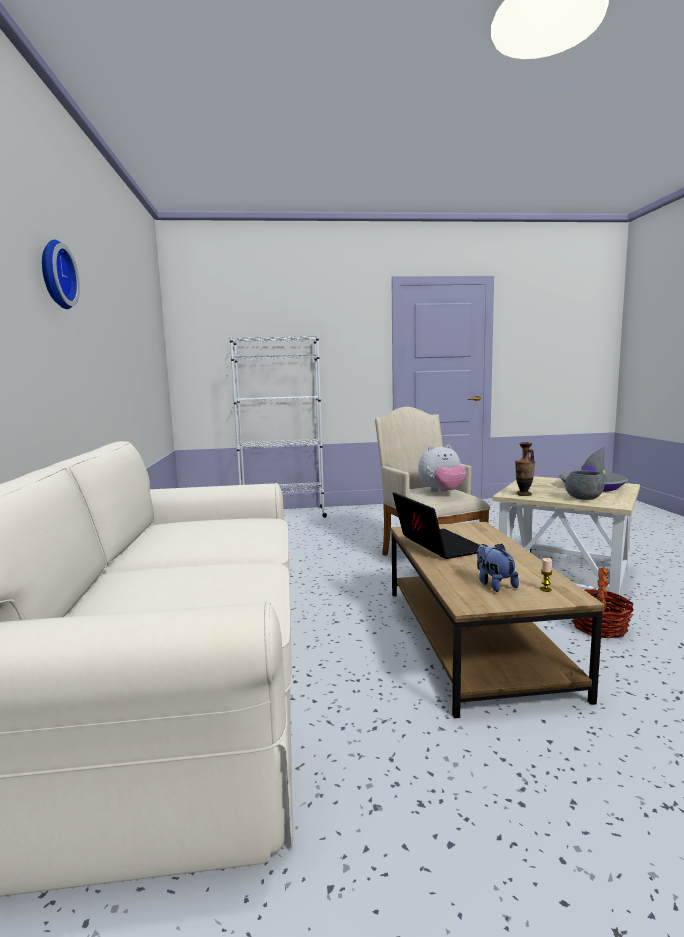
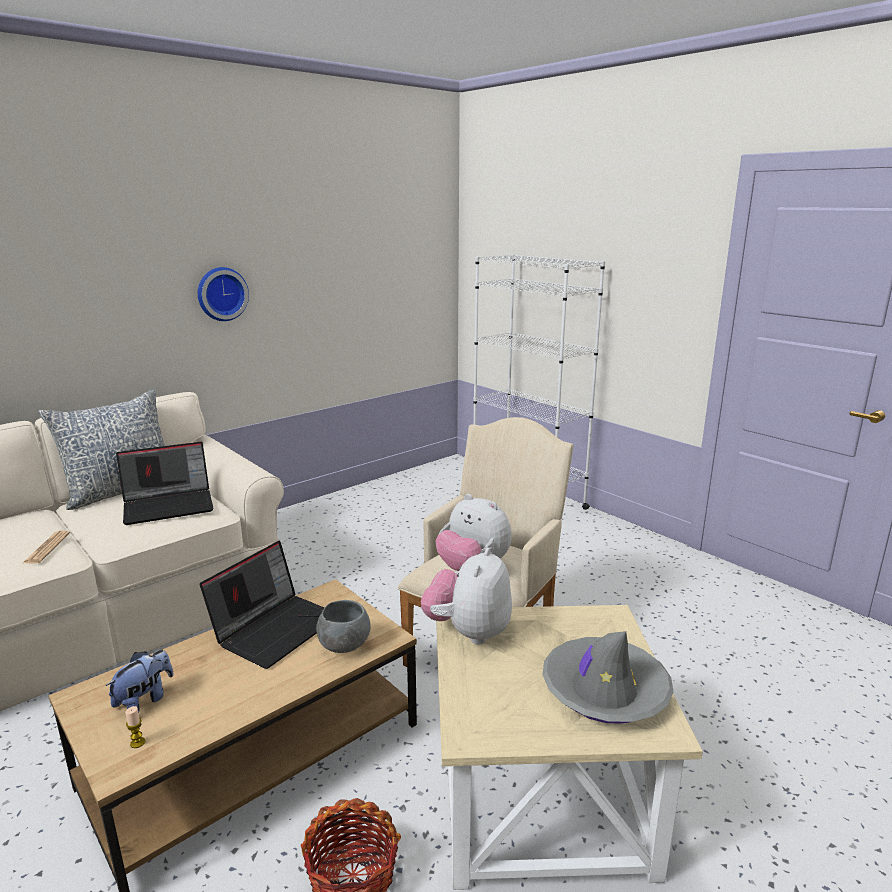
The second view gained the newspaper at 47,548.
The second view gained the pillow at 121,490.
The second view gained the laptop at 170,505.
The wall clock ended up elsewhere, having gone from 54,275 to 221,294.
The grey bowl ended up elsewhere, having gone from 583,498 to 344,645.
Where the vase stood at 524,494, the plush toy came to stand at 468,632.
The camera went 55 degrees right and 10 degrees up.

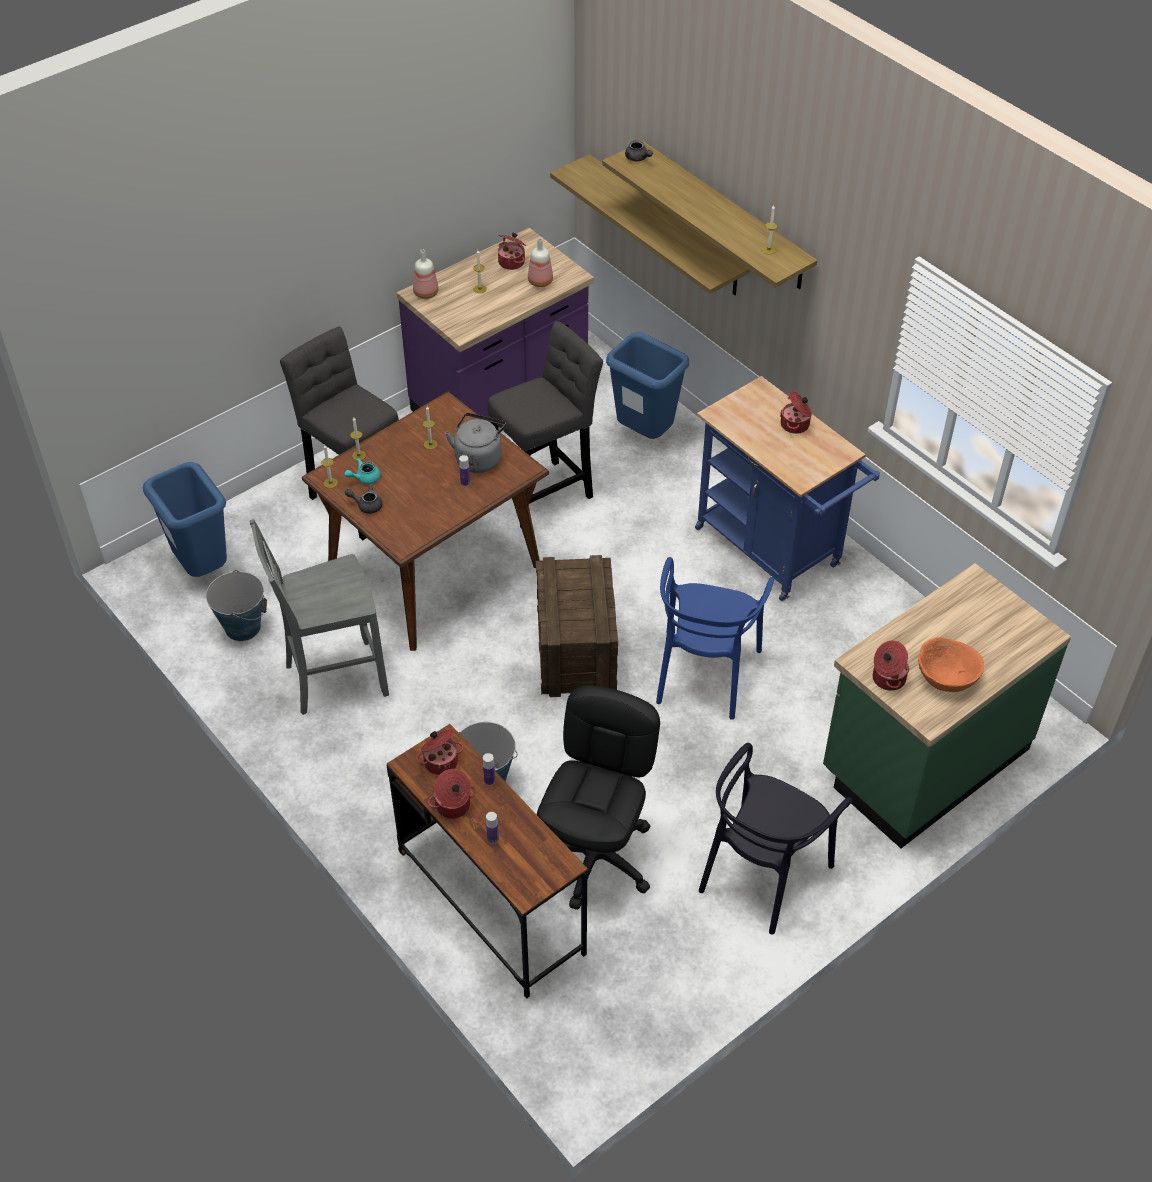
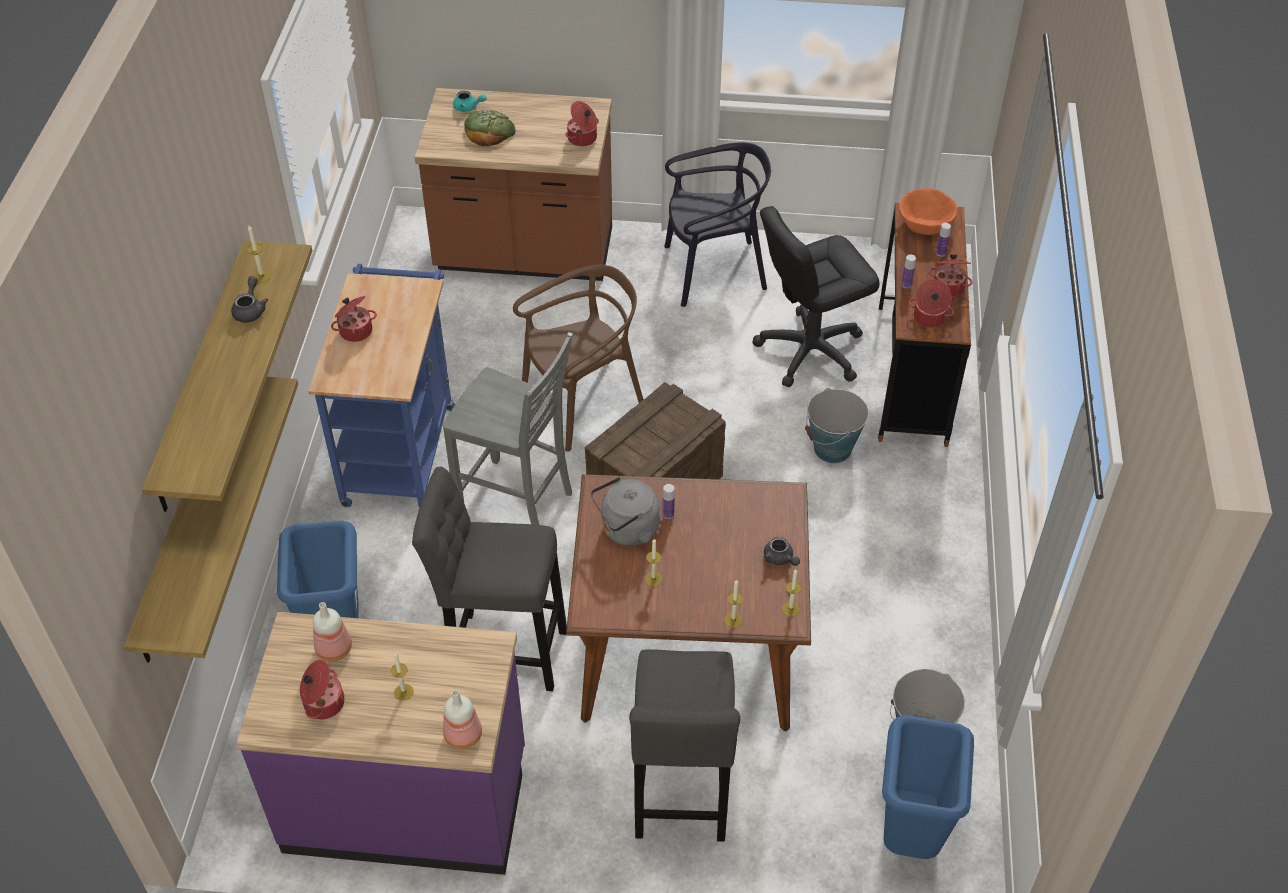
The second view gained the bread at 489,131.
The grey chair ended up elsewhere, having gone from 333,678 to 517,504.
The turquoise teapot ended up elsewhere, having gone from 364,478 to 468,108.
The grey teapot ended up elsewhere, having gone from 638,158 to 251,310.
The orange bowl ended up elsewhere, having gone from 946,677 to 925,225.
What was the blue chair at 705,673 turned into the brown chair at 583,403.
What was the green counter at 923,760 turned into the brown counter at 524,254.
The camera went 135 degrees left and 0 degrees up.

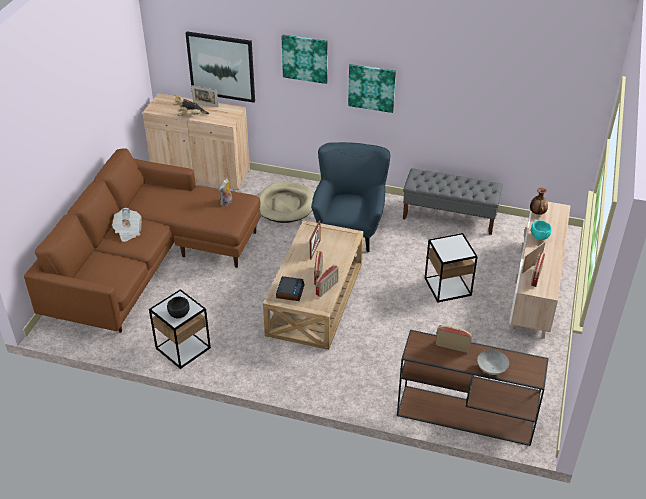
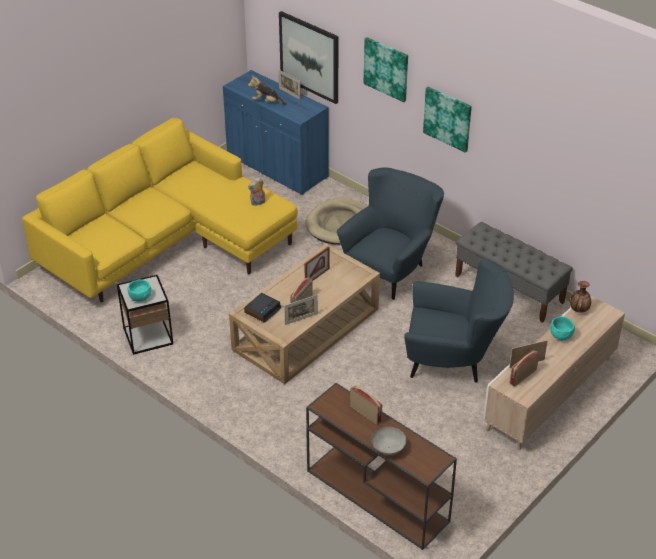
The second view lost the newspaper at 128,231.
Where the radio stood at 327,288, the picture frame came to stand at 301,319.
Where the side table stood at 448,287, the blue armchair came to stand at 452,362.
What was the brown sofa at 147,264 turned into the yellow sofa at 166,244.
What was the beige cabinet at 201,173 turned into the blue cabinet at 277,167.
What was the black bowl at 179,314 turned into the turquoise bowl at 140,298.
The camera went 25 degrees right and 0 degrees up.

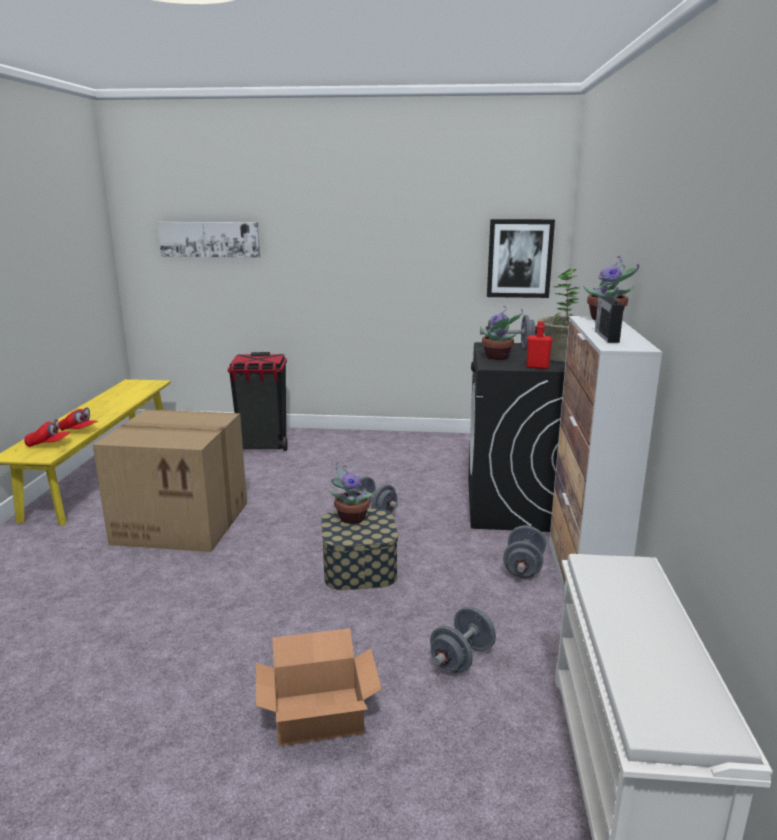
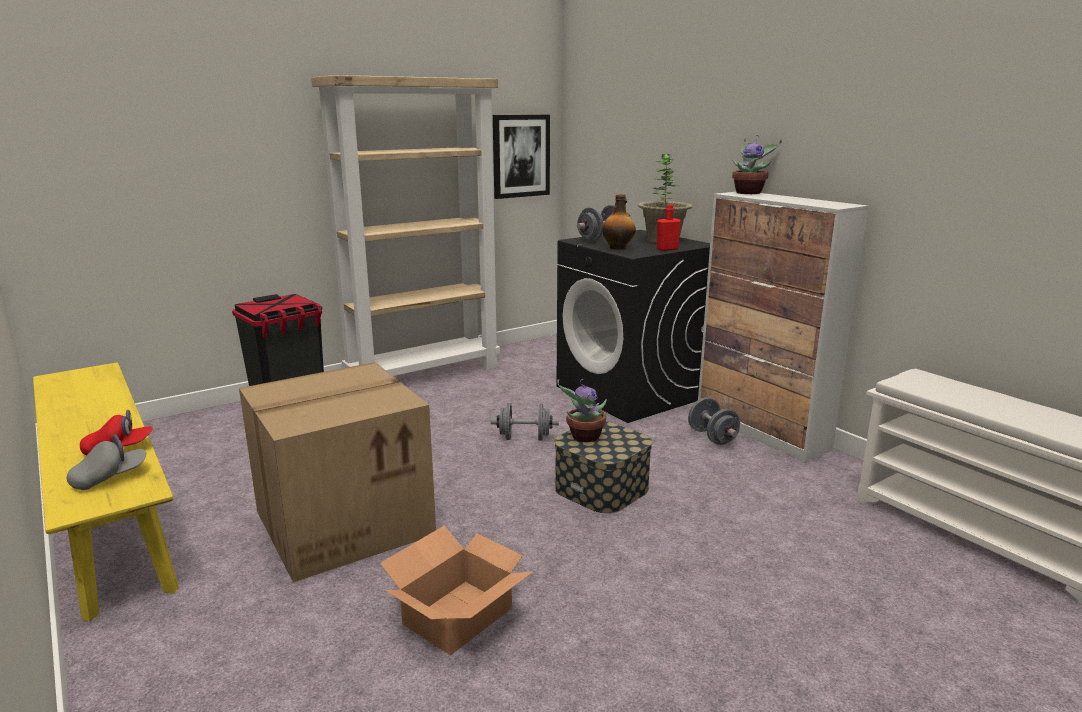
The second view lost the picture at 209,239.
The second view lost the grey dumbbell at 462,658.
The second view lost the radio at 606,336.
The second view gained the beige bookcase at 424,374.
The cardboard box ended up elsewhere, having gone from 317,714 to 456,616.
Where the potted plant stood at 498,357, the bottle came to stand at 618,248.
What was the red cap at 48,444 turned into the grey cap at 110,478.
The camera went 40 degrees left and 0 degrees up.

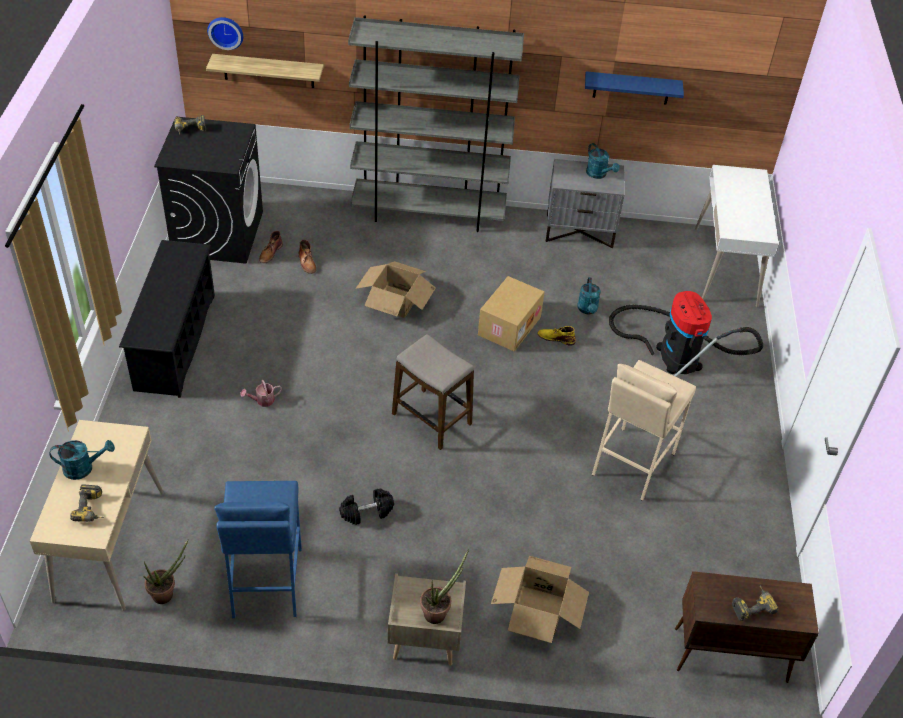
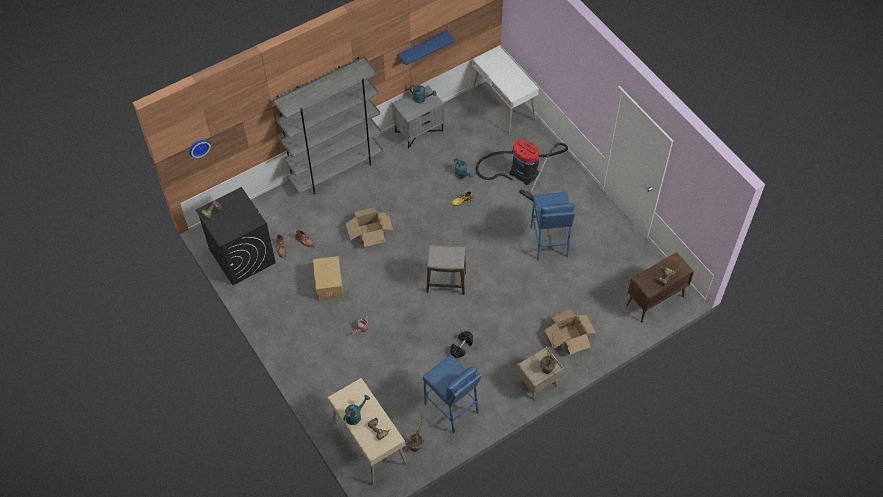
The second view lost the black shoe rack at 175,342.
The second view lost the shelf at 268,71.
The cardboard box ended up elsewhere, having gone from 508,325 to 328,284.
What was the beige stool at 632,463 turned into the blue stool at 549,242.
The camera went 35 degrees left and 10 degrees up.

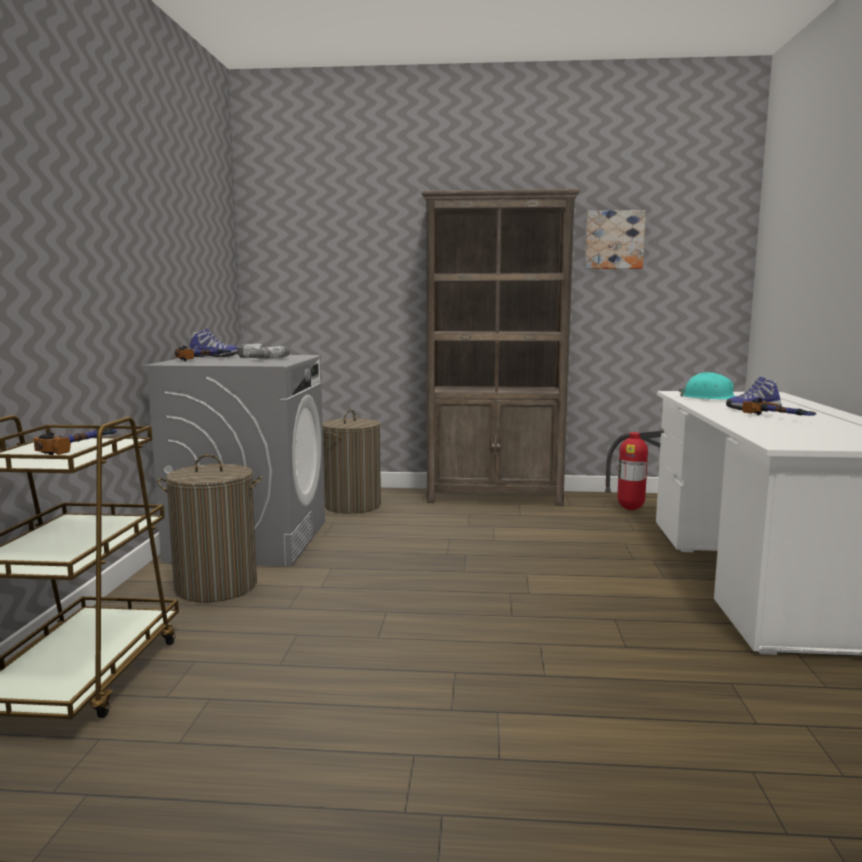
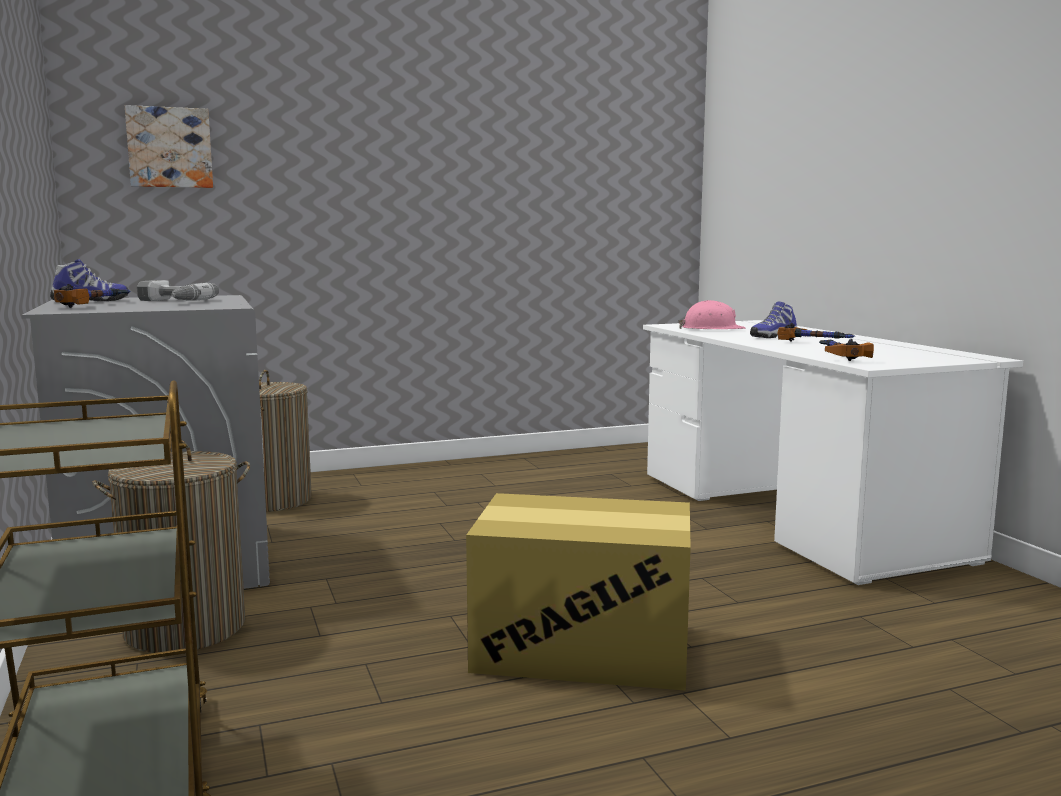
The second view lost the brown bookcase at 495,497.
The second view lost the fire extinguisher at 631,509.
The second view gained the cardboard box at 581,648.
The hammer ended up elsewhere, having gone from 79,449 to 837,356.
The picture ended up elsewhere, having gone from 614,240 to 170,148.
What was the turquoise hard hat at 710,398 turned into the pink hard hat at 712,329.
The camera went 25 degrees left and 0 degrees up.

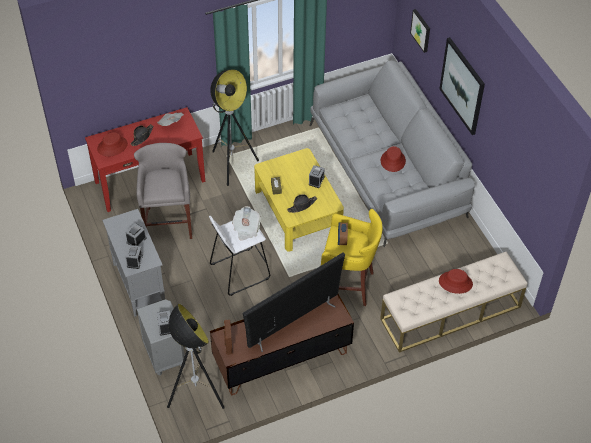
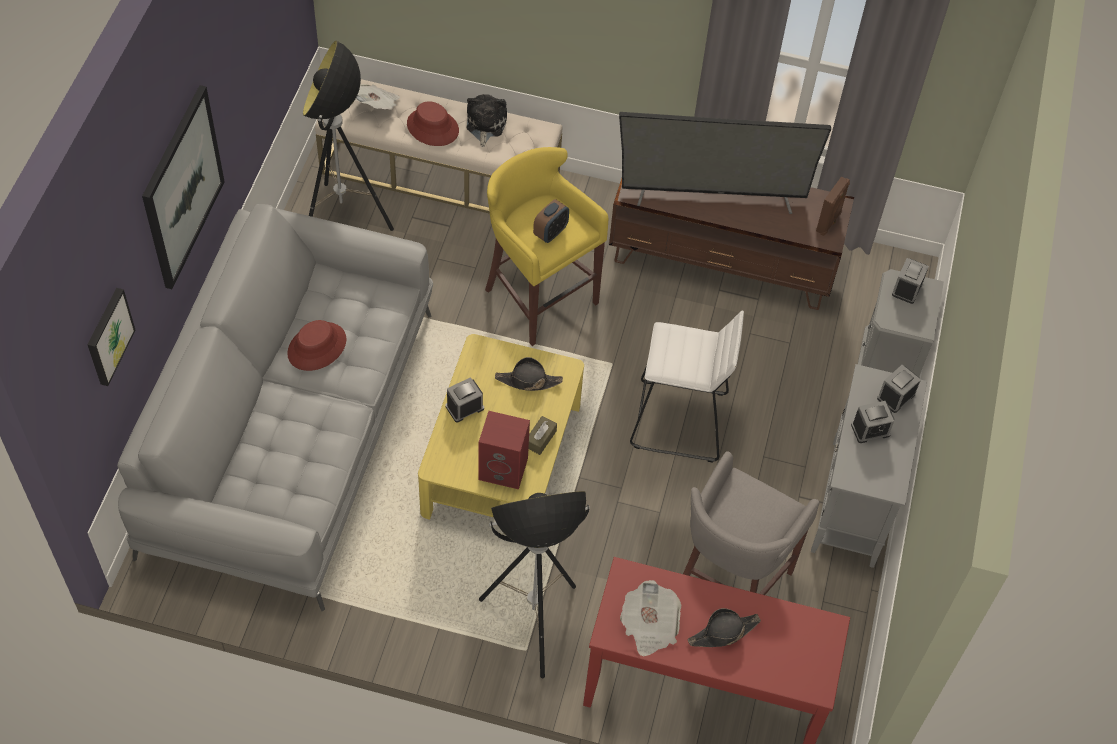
The second view lost the red hat at 112,146.
The second view gained the plush toy at 485,124.
The second view gained the red speaker at 504,468.
The floor lamp ended up elsewhere, having gone from 196,395 to 343,221.
The newspaper ended up elsewhere, having gone from 246,229 to 376,105.
The camera went 145 degrees left and 5 degrees up.

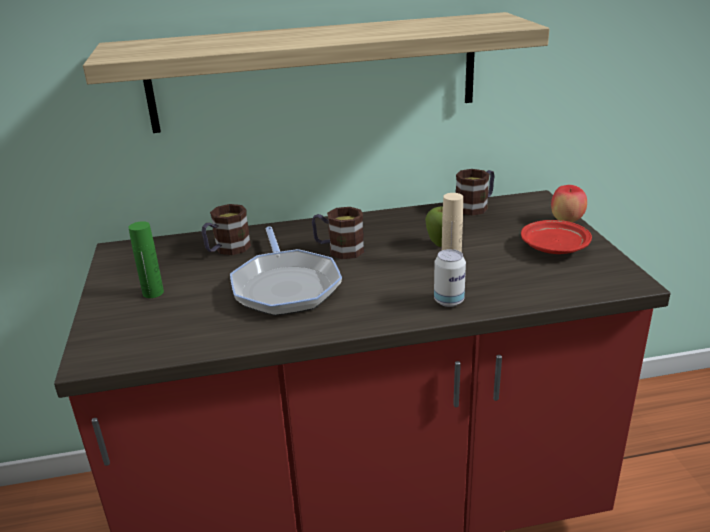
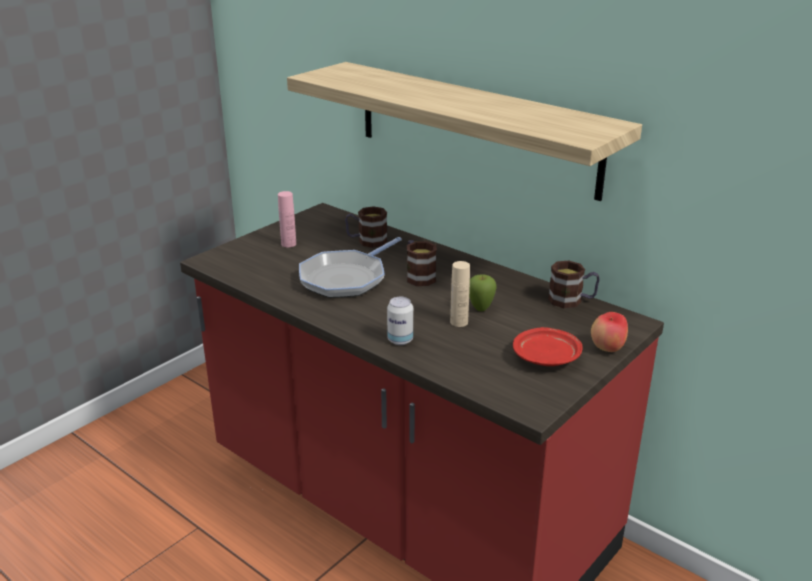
What was the green bottle at 153,293 turned into the pink bottle at 288,244.
The camera went 50 degrees right and 0 degrees up.

